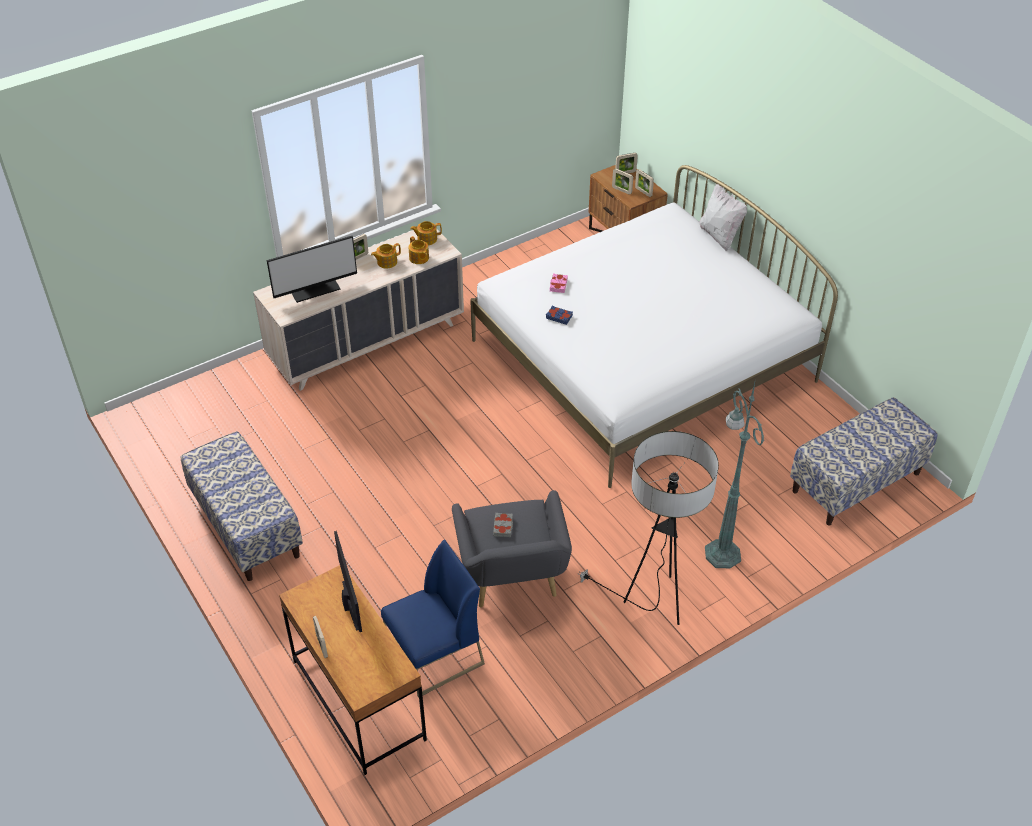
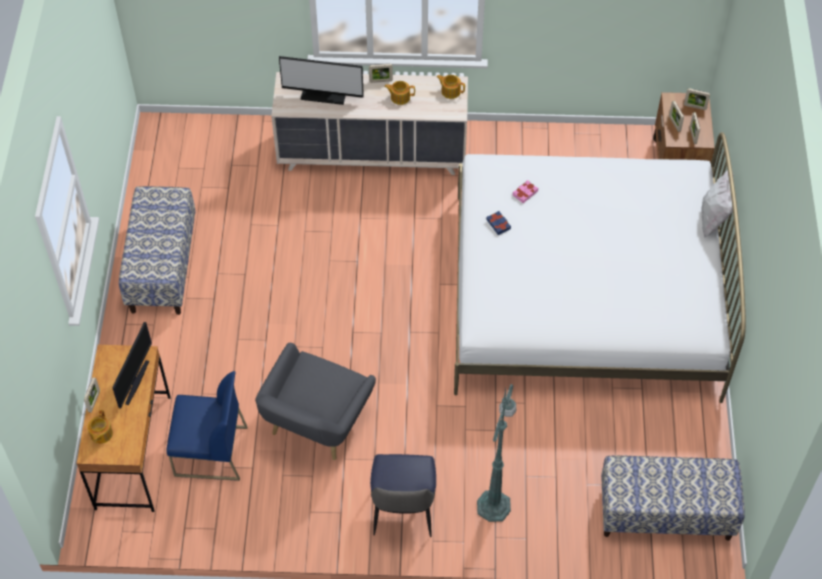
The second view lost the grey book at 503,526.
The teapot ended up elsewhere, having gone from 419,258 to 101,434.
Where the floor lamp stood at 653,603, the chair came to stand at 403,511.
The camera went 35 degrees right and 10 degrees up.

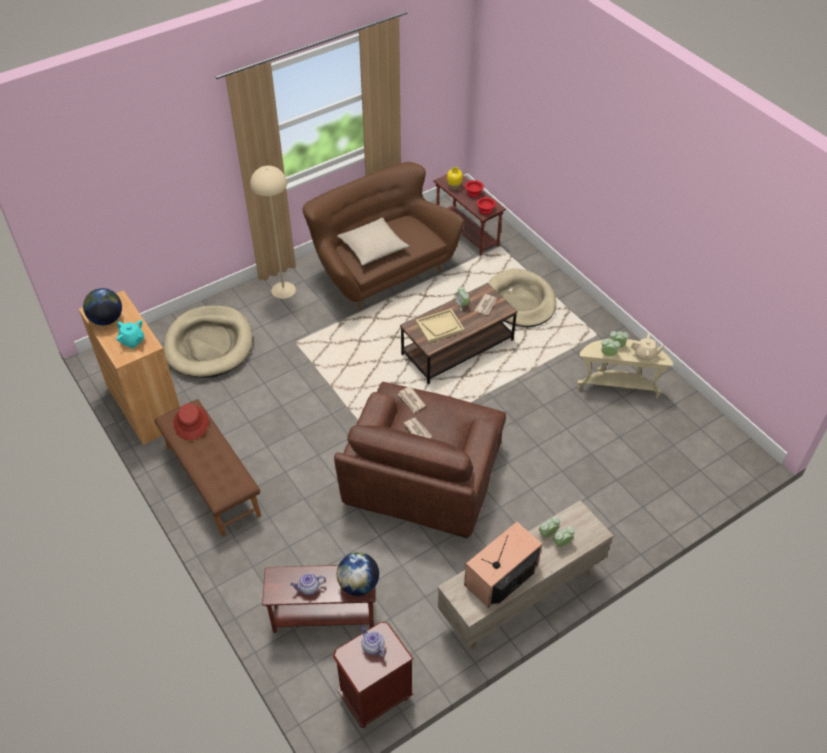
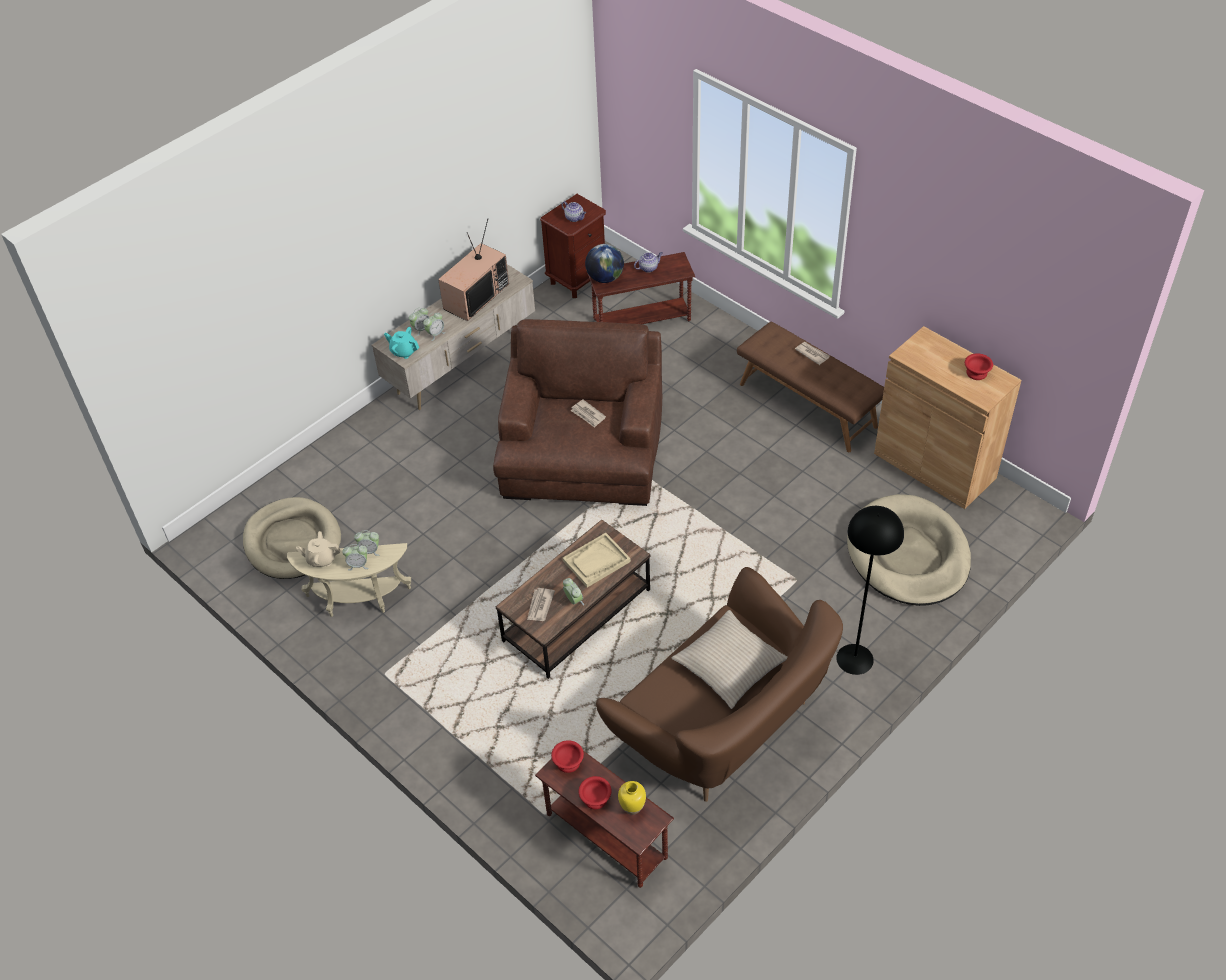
The second view lost the red hat at 191,423.
The turquoise teapot ended up elsewhere, having gone from 132,341 to 403,351.
The newspaper ended up elsewhere, having gone from 411,400 to 812,354.
The beige dog bed ended up elsewhere, having gone from 520,301 to 292,541.
Where the globe stood at 106,319, the red bowl came to stand at 977,373.
What was the beige floor lamp at 283,289 turned into the black floor lamp at 855,659.
The camera went 170 degrees right and 0 degrees up.

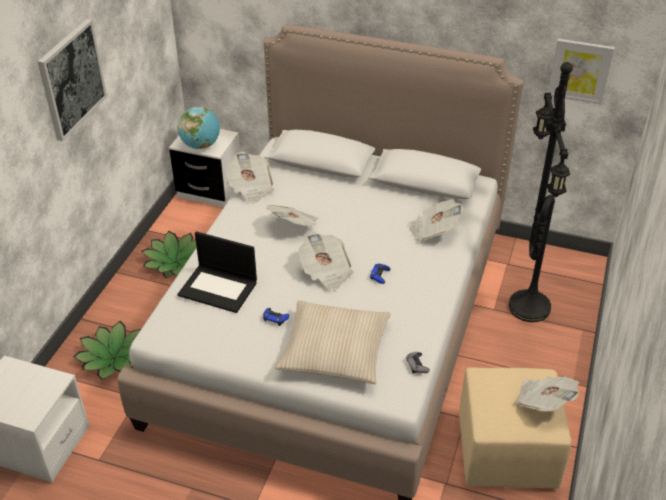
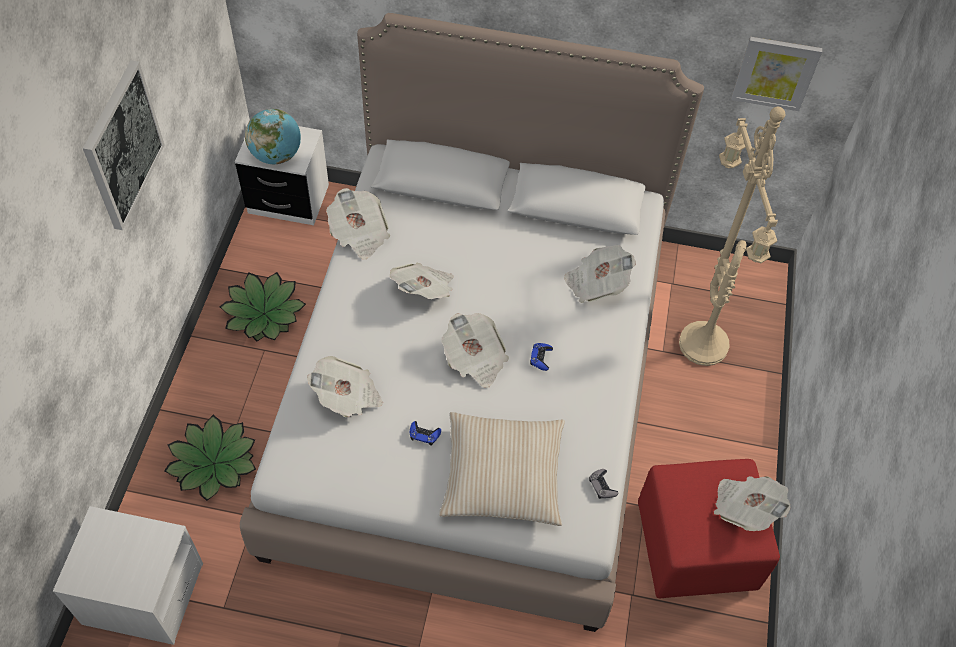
Where the laptop stood at 219,288, the newspaper came to stand at 347,397.
What was the beige ottoman at 507,453 turned into the red ottoman at 697,547.
What was the black floor lamp at 526,306 turned into the beige floor lamp at 699,343.
The camera went 10 degrees left and 15 degrees up.

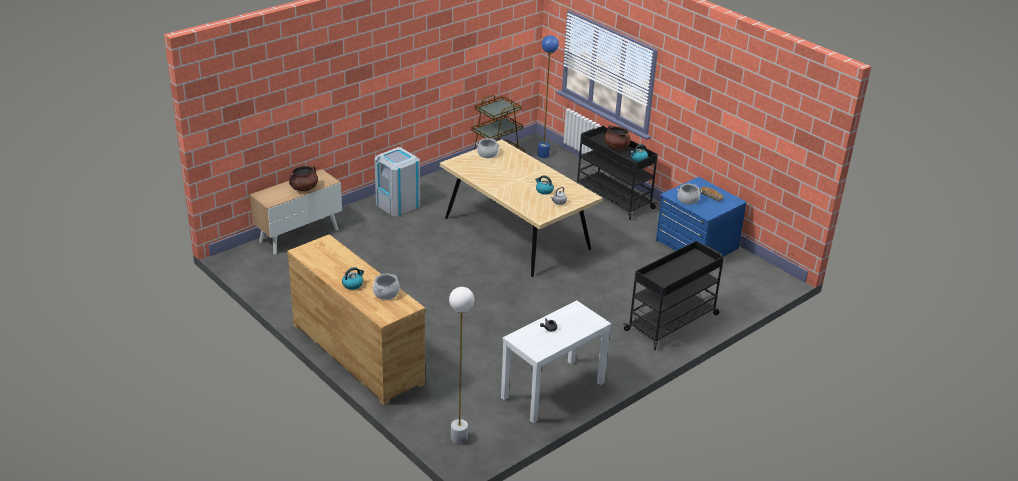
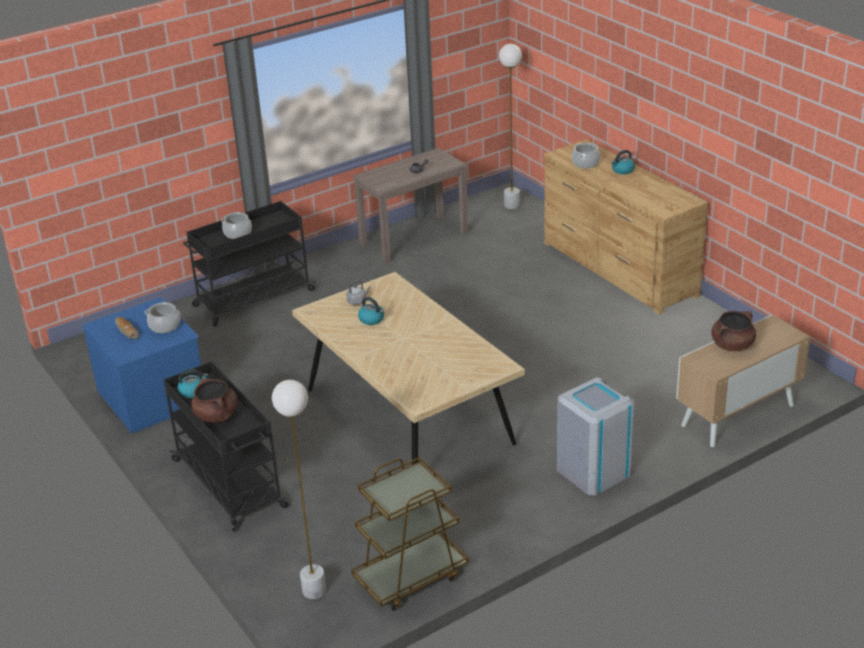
The cooking pot ended up elsewhere, having gone from 487,154 to 238,233.
What was the white console table at 553,390 turned into the brown console table at 414,238.
What was the blue floor lamp at 543,155 turned into the white floor lamp at 314,590.
The camera went 170 degrees left and 0 degrees up.

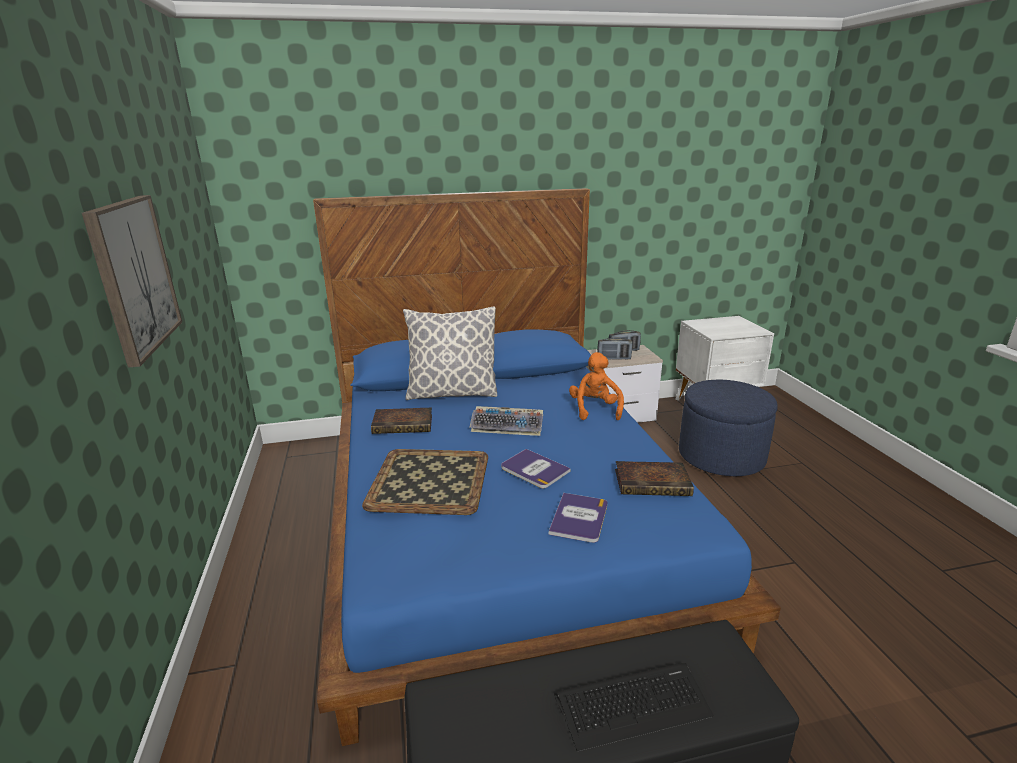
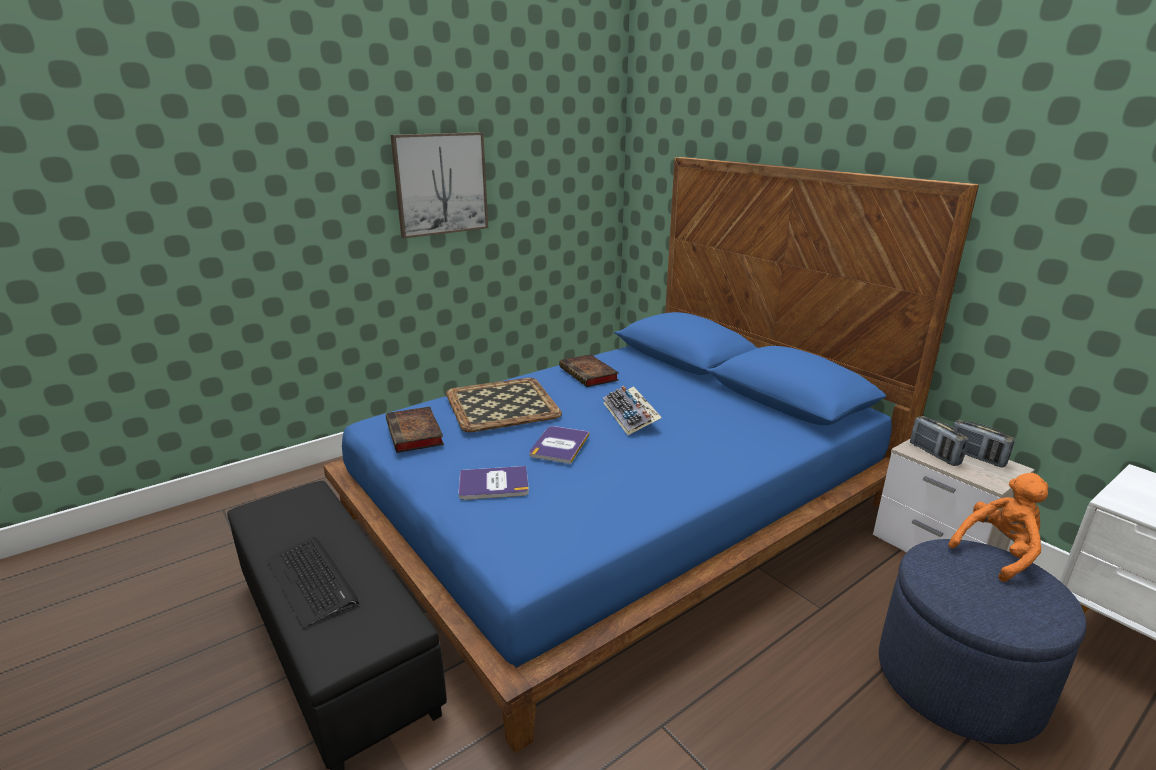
The second view lost the pillow at 452,393.
The orange plush toy ended up elsewhere, having gone from 595,409 to 997,552.
The book ended up elsewhere, having gone from 654,482 to 415,434.
The camera went 65 degrees right and 0 degrees up.

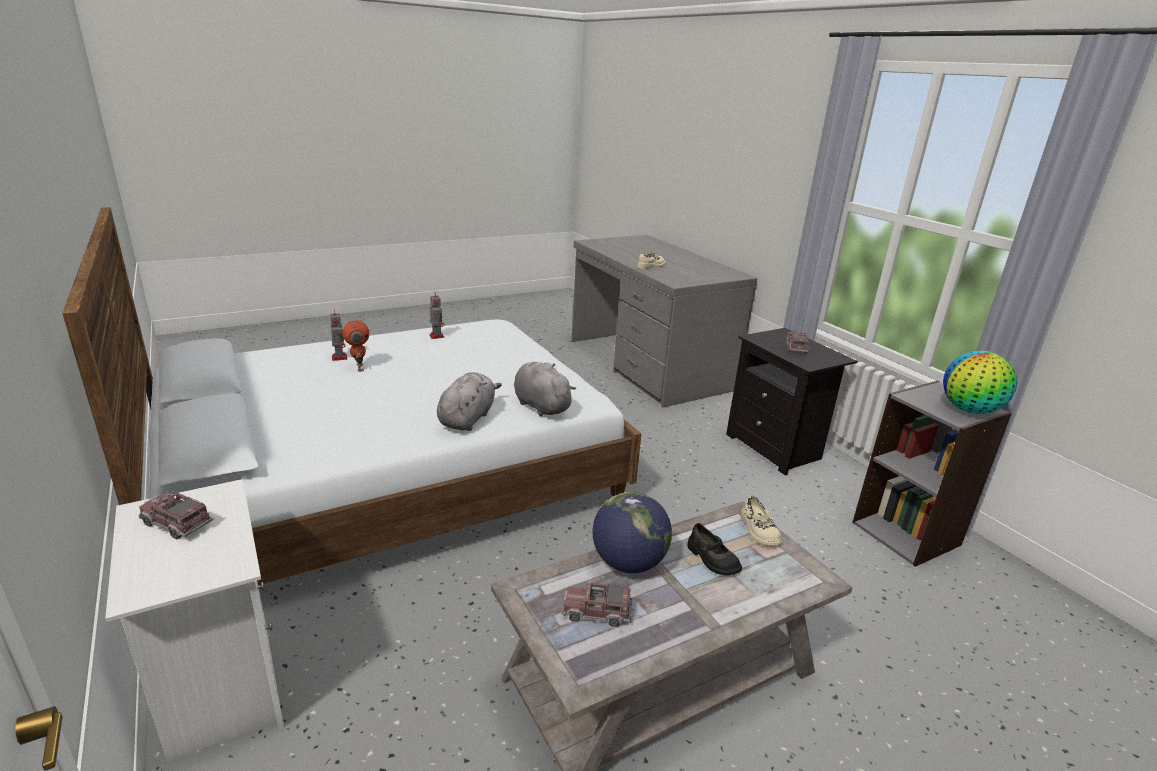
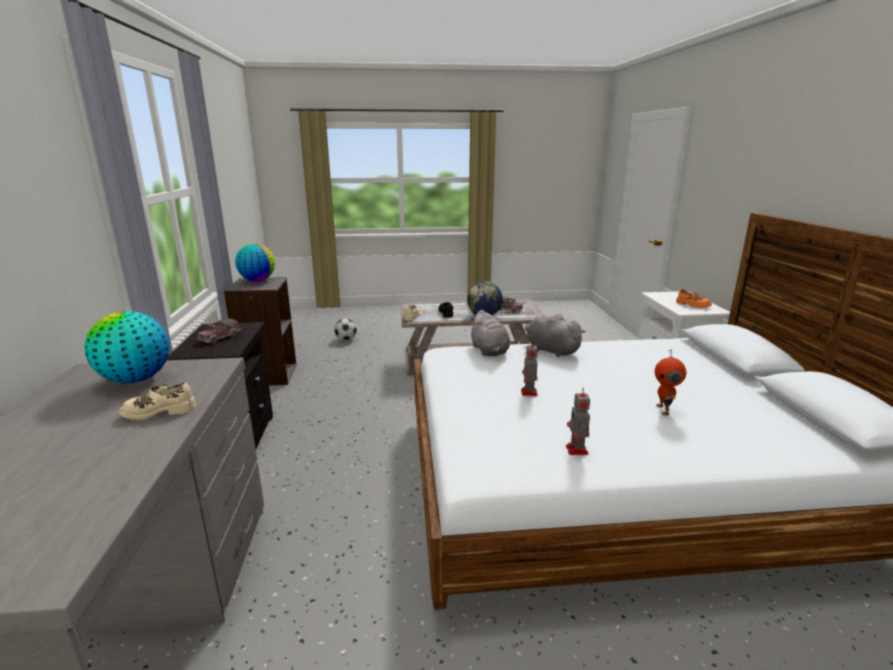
The second view gained the globe at 136,380.
The second view gained the football at 346,339.
The toy robot ended up elsewhere, having gone from 339,357 to 529,393.
Where the toy truck stood at 177,524, the orange shoe came to stand at 692,305.
The grey plush toy at 467,418 ended up facing another way, 90 degrees clockwise from before.
The camera went 155 degrees left and 5 degrees down.

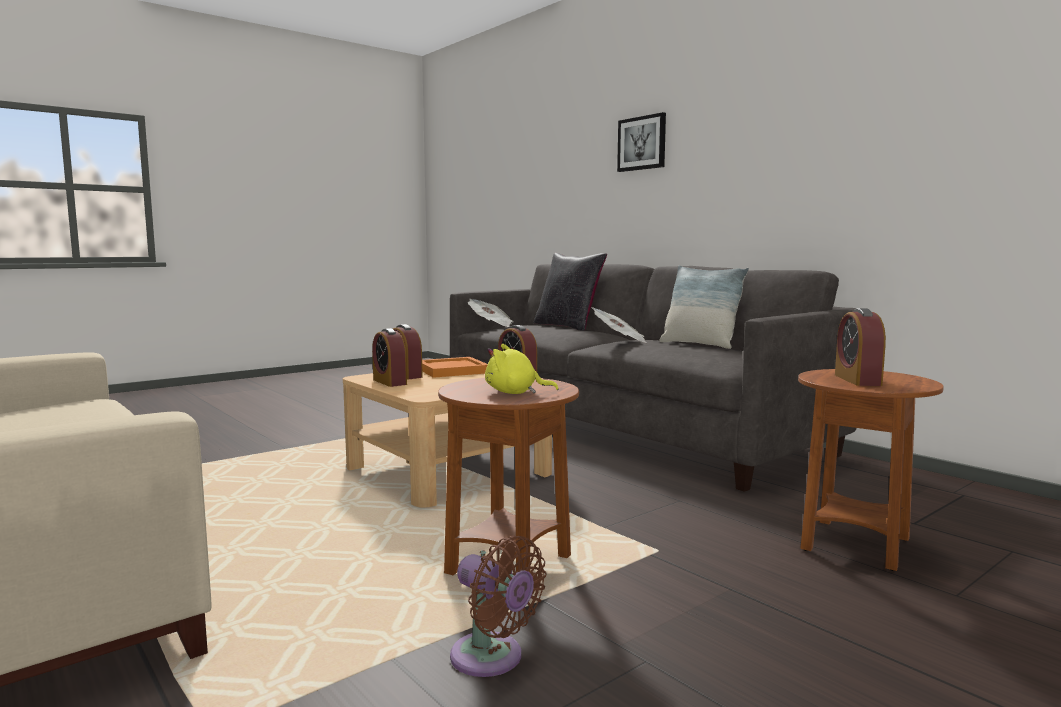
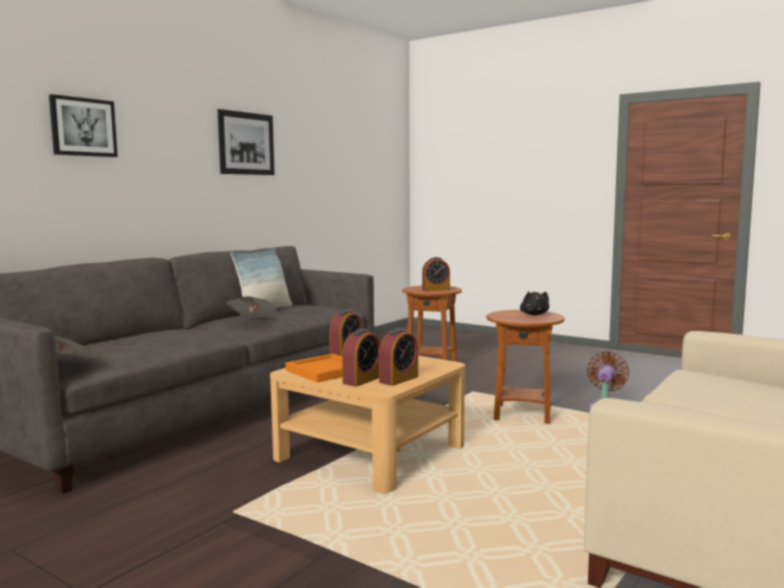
The second view lost the black pillow at 568,326.
The second view gained the picture at 246,143.
What was the yellow plush toy at 515,393 turned into the black plush toy at 534,314.
The camera went 105 degrees left and 0 degrees up.

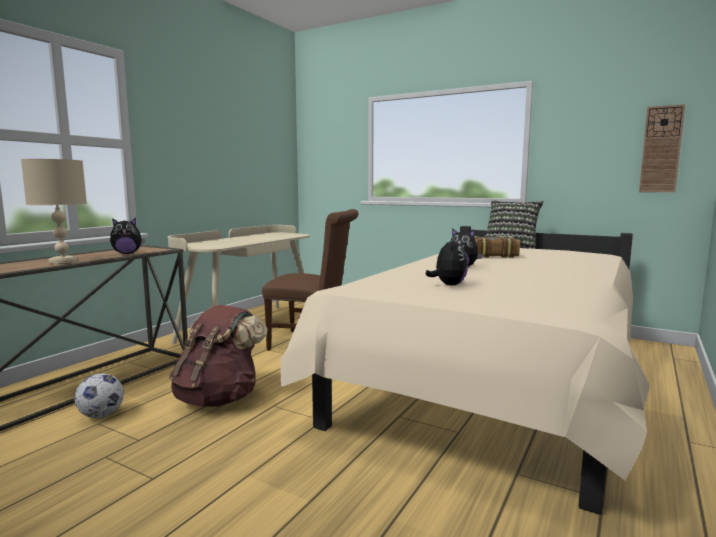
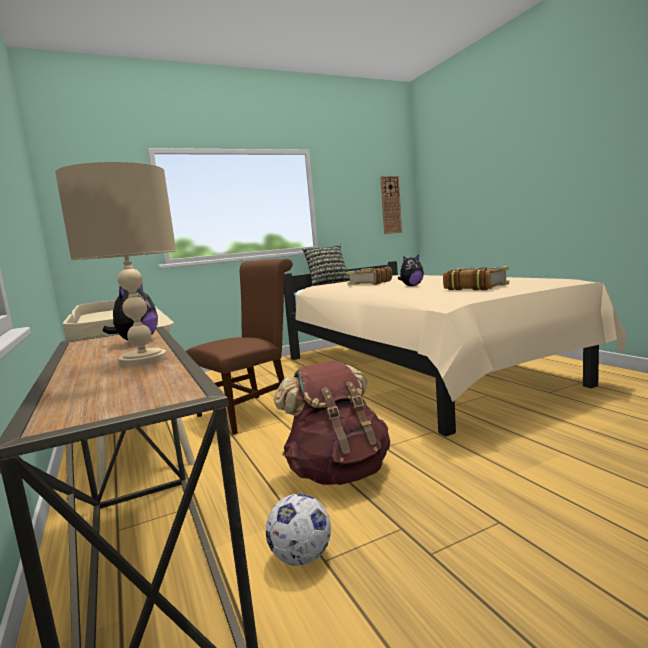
Where the plush toy stood at 448,285, the book came to stand at 475,287.
The camera went 55 degrees left and 0 degrees up.

